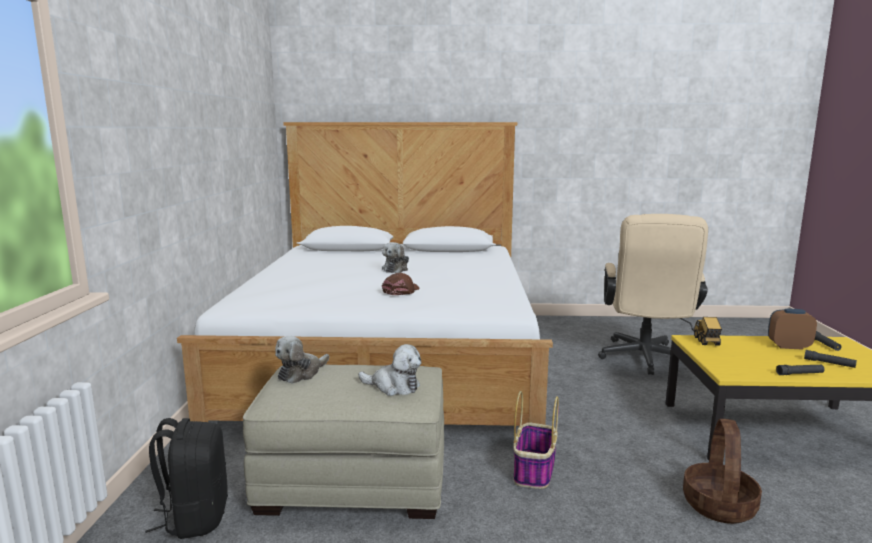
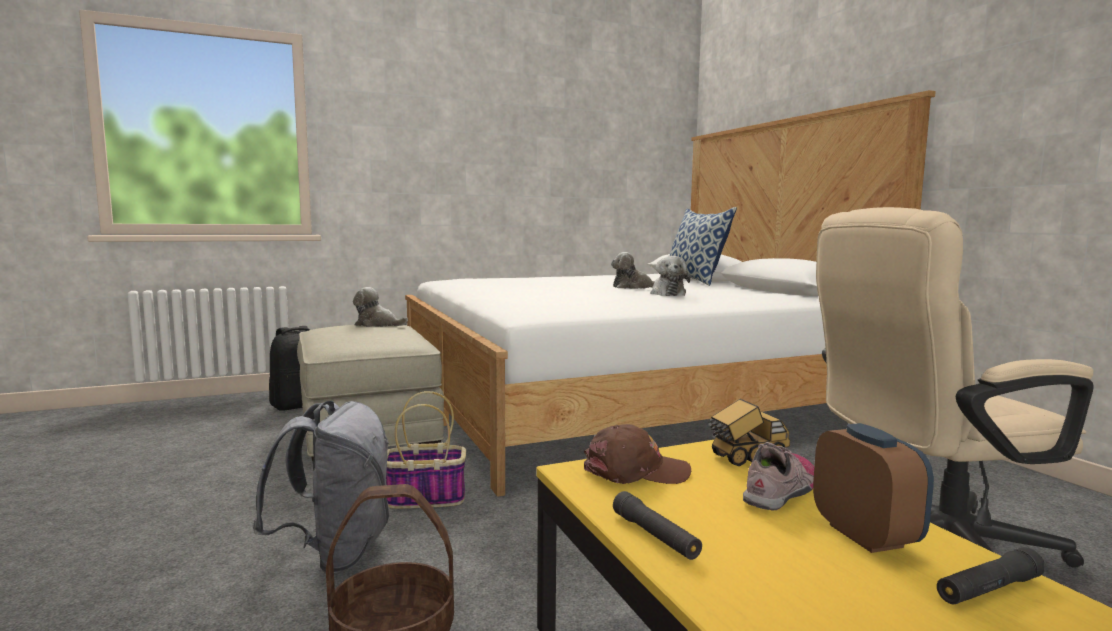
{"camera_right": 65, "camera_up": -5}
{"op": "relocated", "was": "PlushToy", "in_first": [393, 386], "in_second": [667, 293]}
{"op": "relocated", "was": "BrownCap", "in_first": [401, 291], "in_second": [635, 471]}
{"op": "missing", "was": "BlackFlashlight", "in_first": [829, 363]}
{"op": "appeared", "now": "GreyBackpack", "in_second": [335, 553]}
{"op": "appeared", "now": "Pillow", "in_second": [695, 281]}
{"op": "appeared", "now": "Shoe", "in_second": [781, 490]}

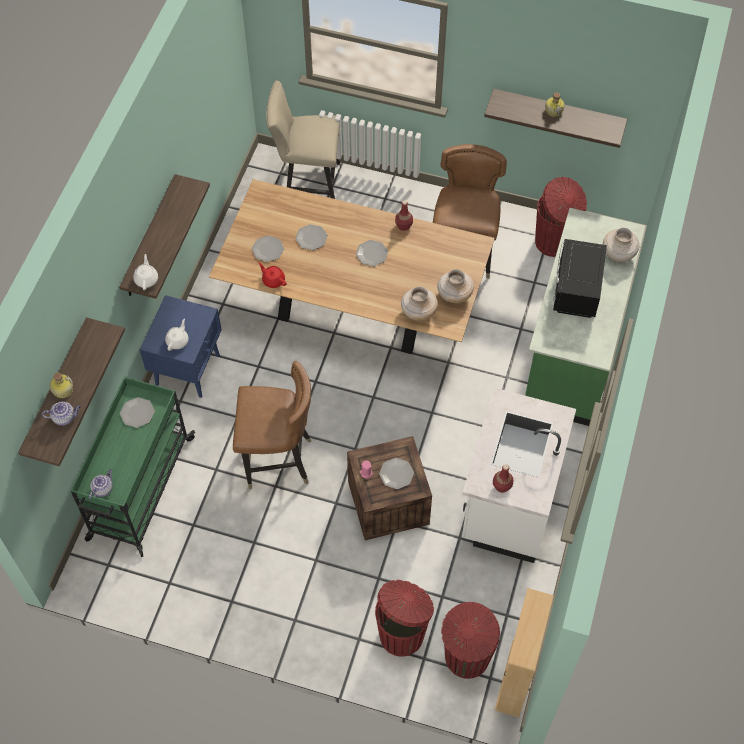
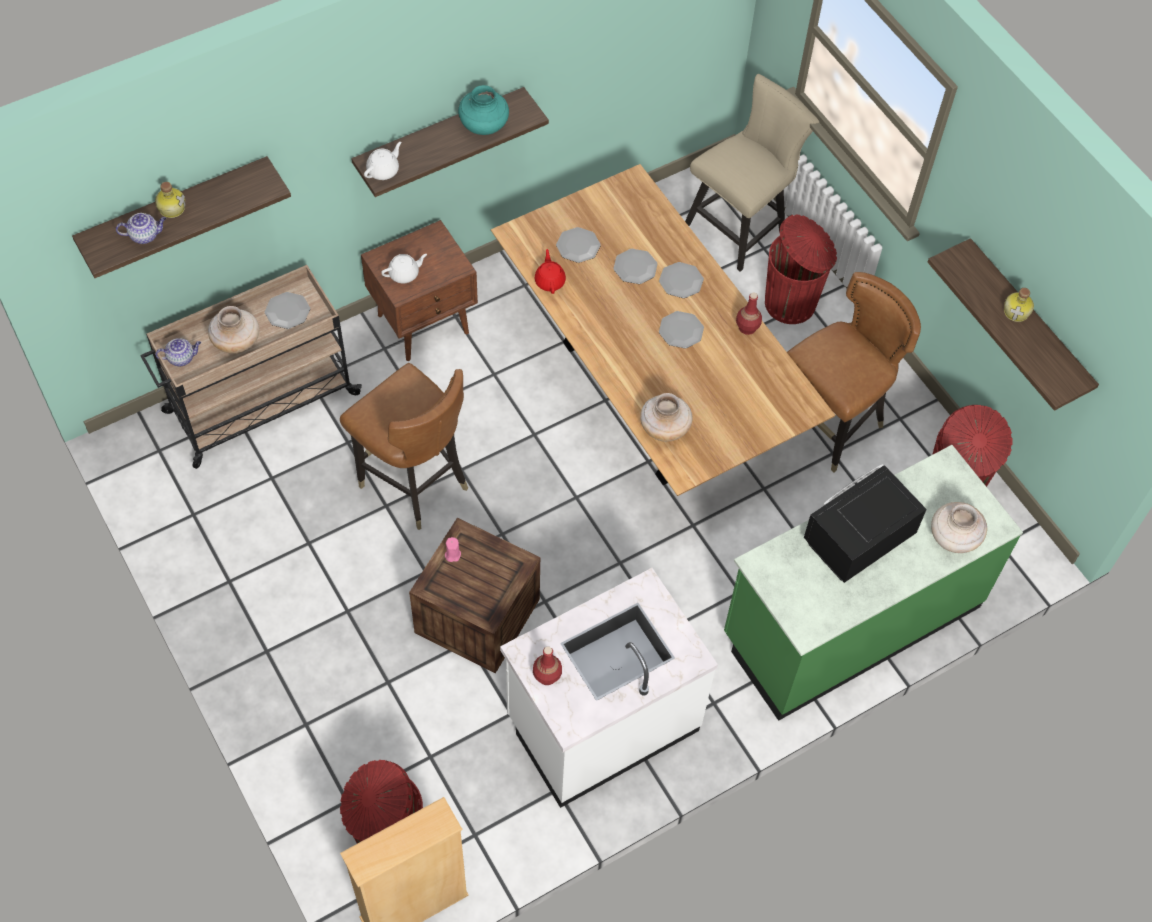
{"camera_right": 40, "camera_up": 0}
{"op": "spun", "was": "Teapot", "in_first": [64, 417], "in_second": [145, 235], "clockwise": -45}
{"op": "colour", "was": "GreenCart", "now": "BeigeCart", "in_first": [140, 489], "in_second": [259, 404]}
{"op": "colour", "was": "BlueNightstand", "now": "BrownNightstand", "in_first": [188, 369], "in_second": [425, 323]}
{"op": "spun", "was": "BeigeChair", "in_first": [307, 182], "in_second": [741, 226], "clockwise": 90}
{"op": "relocated", "was": "RedTrashCan", "in_first": [402, 634], "in_second": [792, 303]}
{"op": "relocated", "was": "Plate", "in_first": [396, 474], "in_second": [681, 281]}
{"op": "relocated", "was": "BeigeVase", "in_first": [454, 295], "in_second": [237, 342]}
{"op": "appeared", "now": "TurquoiseVase", "in_second": [484, 126]}

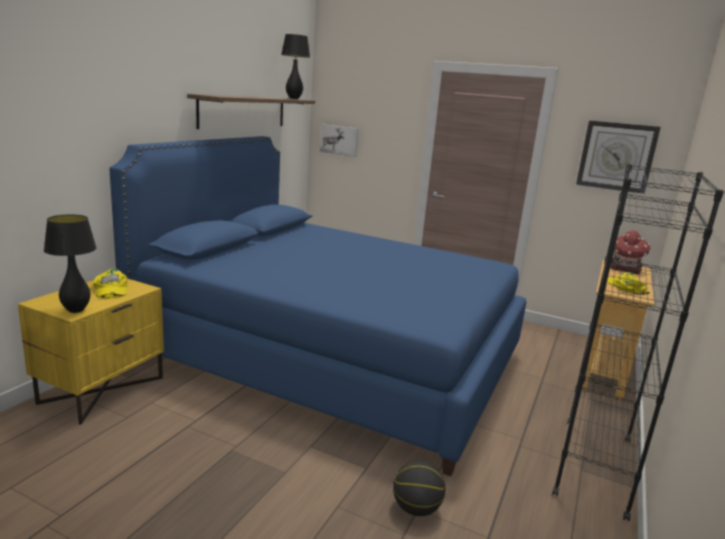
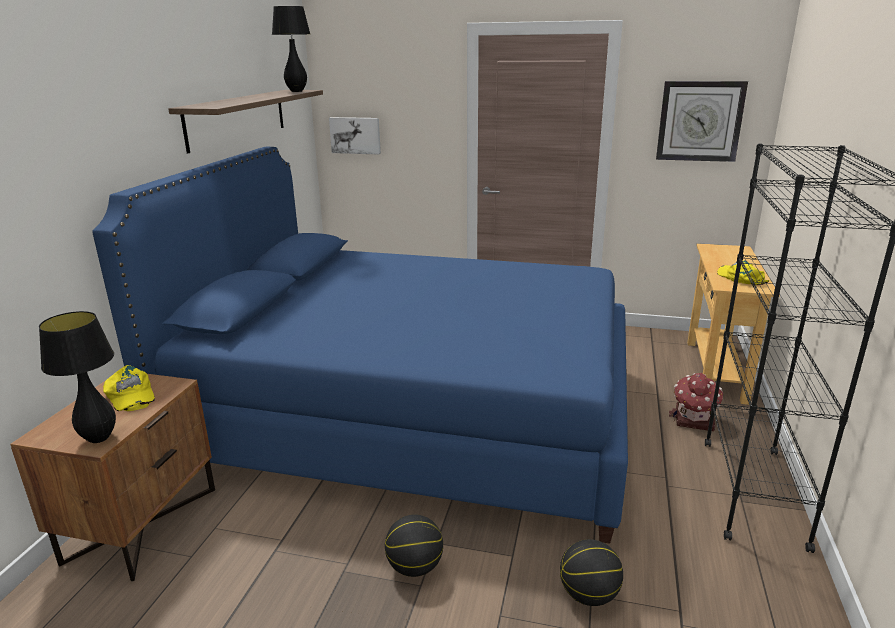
{"camera_right": -10, "camera_up": 5}
{"op": "colour", "was": "YellowNightstand", "now": "BrownNightstand", "in_first": [102, 389], "in_second": [141, 524]}
{"op": "relocated", "was": "ToyHouse", "in_first": [625, 268], "in_second": [694, 419]}
{"op": "appeared", "now": "Basketball", "in_second": [414, 567]}

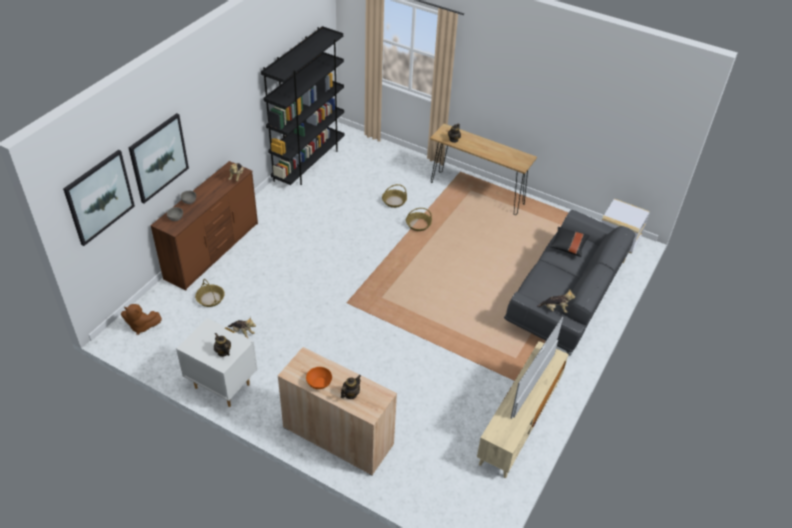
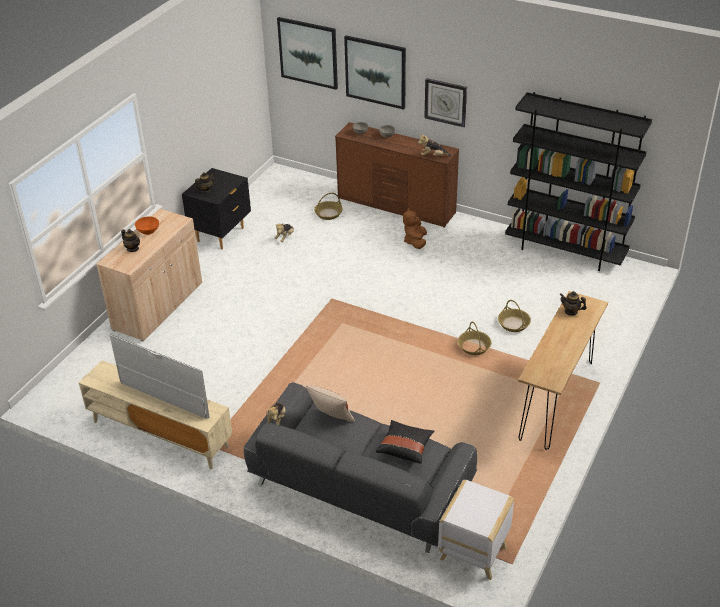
{"camera_right": 90, "camera_up": -5}
{"op": "relocated", "was": "BrownPlushToy", "in_first": [141, 326], "in_second": [415, 242]}
{"op": "colour", "was": "WhiteNightstand", "now": "BlackNightstand", "in_first": [222, 385], "in_second": [221, 235]}
{"op": "appeared", "now": "BeigePillow", "in_second": [331, 419]}
{"op": "appeared", "now": "WallClock", "in_second": [445, 102]}

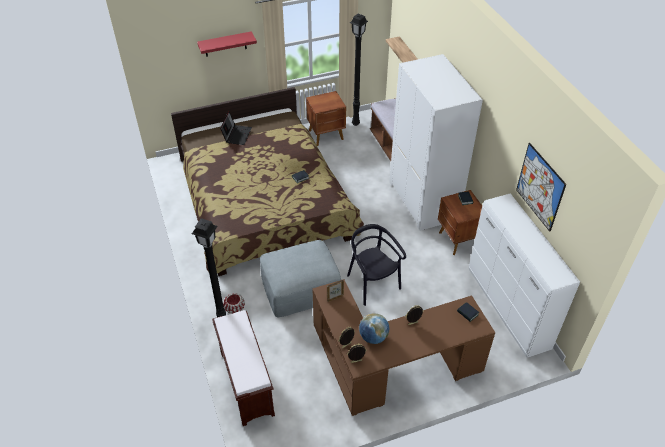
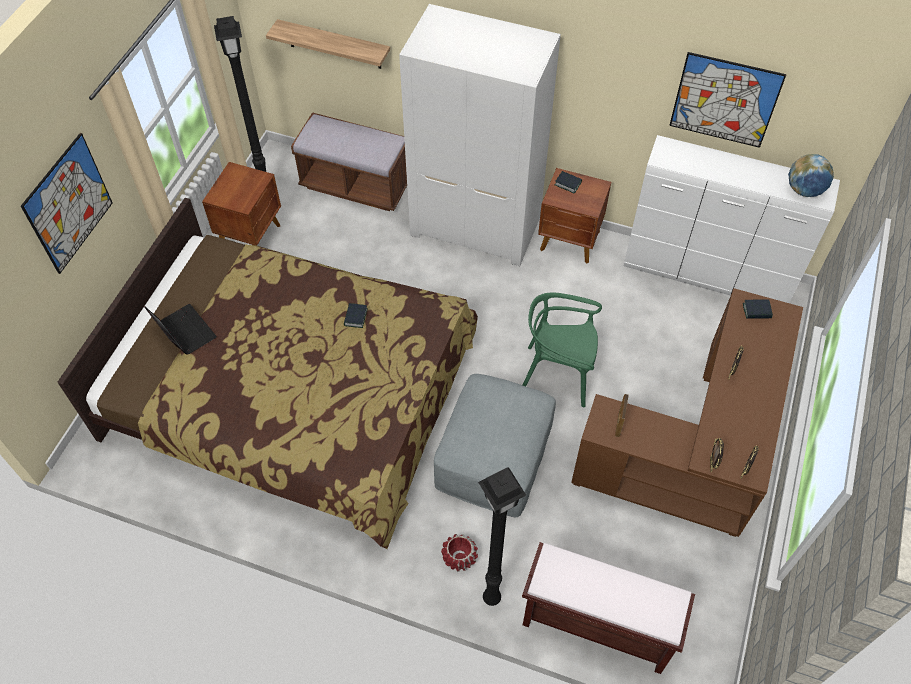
{"camera_right": -50, "camera_up": 10}
{"op": "exchanged", "was": "RedShelf", "now": "Picture", "in_first": [225, 44], "in_second": [69, 204]}
{"op": "colour", "was": "BlackChair", "now": "GreenChair", "in_first": [372, 283], "in_second": [558, 374]}
{"op": "relocated", "was": "Globe", "in_first": [373, 337], "in_second": [804, 190]}

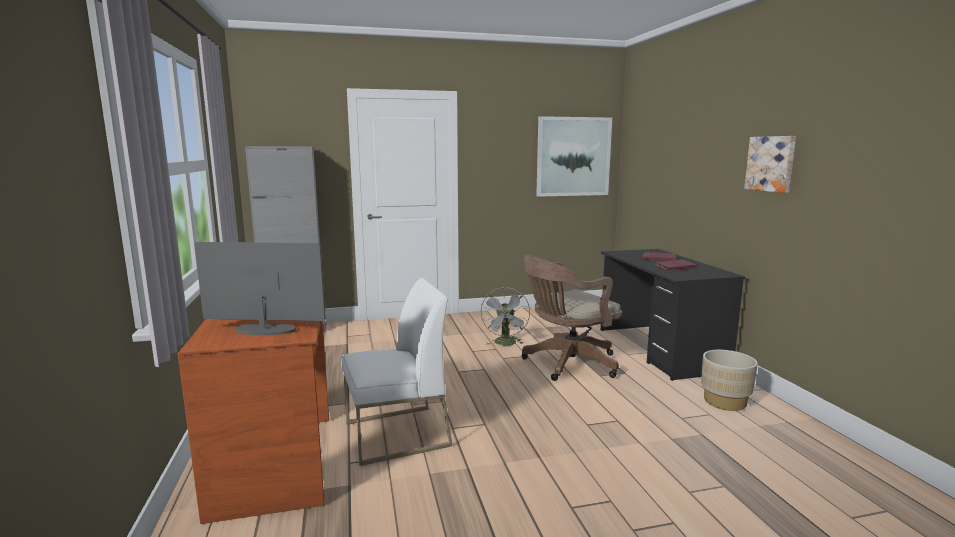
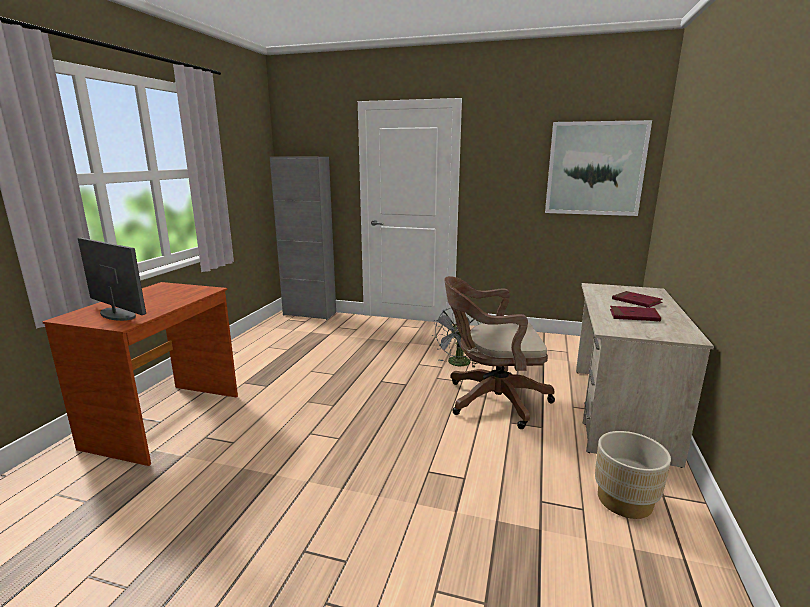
{"camera_right": 30, "camera_up": 5}
{"op": "missing", "was": "WhiteChair", "in_first": [396, 435]}
{"op": "colour", "was": "BlackDesk", "now": "BeigeDesk", "in_first": [659, 350], "in_second": [619, 411]}
{"op": "missing", "was": "Picture", "in_first": [771, 164]}

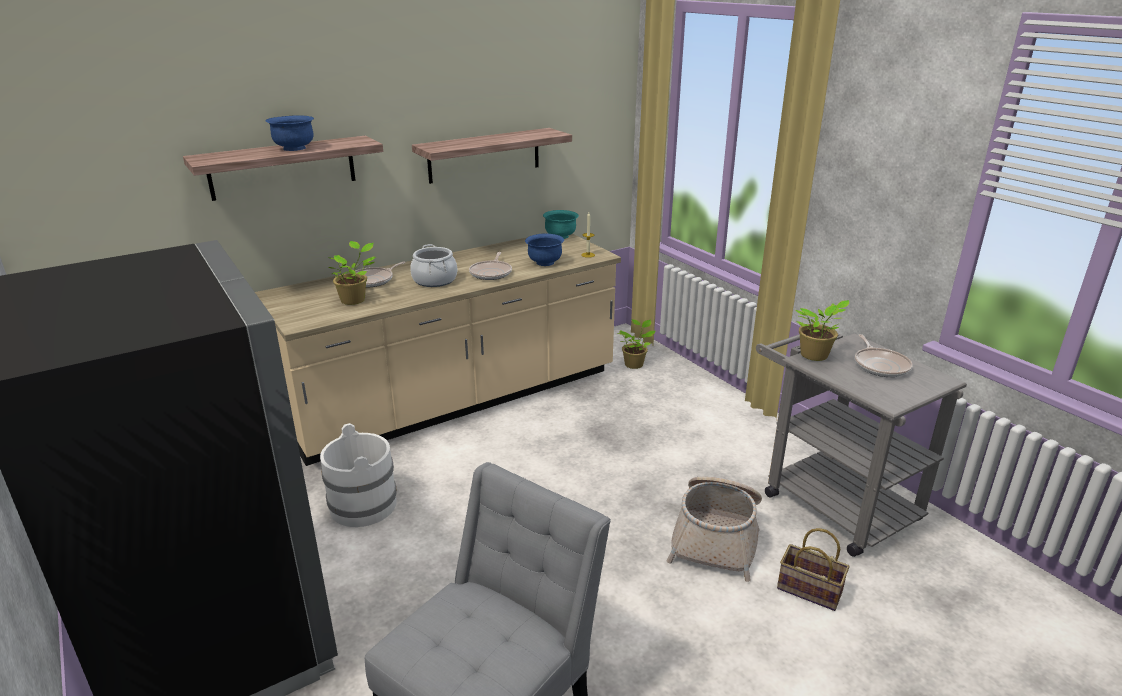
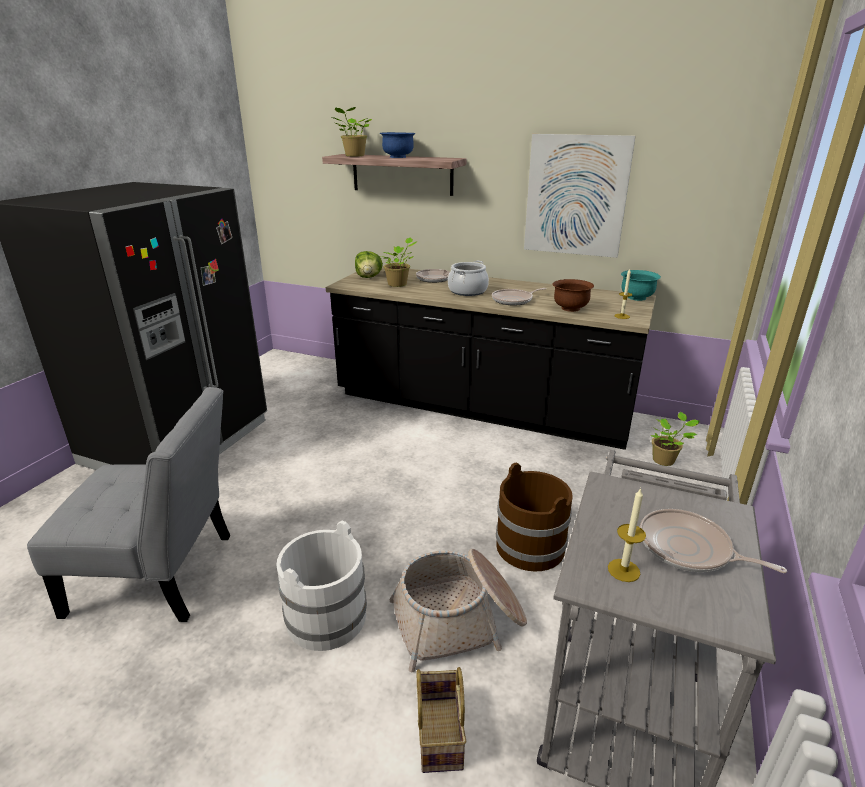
{"camera_right": 55, "camera_up": 0}
{"op": "colour", "was": "BeigeCounter", "now": "BlackCounter", "in_first": [457, 400], "in_second": [482, 407]}
{"op": "relocated", "was": "WhiteBucket", "in_first": [363, 505], "in_second": [326, 618]}
{"op": "exchanged", "was": "Shelf", "now": "Picture", "in_first": [484, 155], "in_second": [576, 196]}
{"op": "colour", "was": "BlueBowl", "now": "BrownBowl", "in_first": [544, 263], "in_second": [570, 308]}
{"op": "relocated", "was": "PottedPlant", "in_first": [815, 356], "in_second": [354, 156]}
{"op": "spun", "was": "FryingPan", "in_first": [880, 365], "in_second": [689, 549], "clockwise": 75}
{"op": "appeared", "now": "Lettuce", "in_second": [369, 277]}
{"op": "appeared", "now": "BrownBucket", "in_second": [530, 546]}
{"op": "appeared", "now": "Candle", "in_second": [623, 570]}

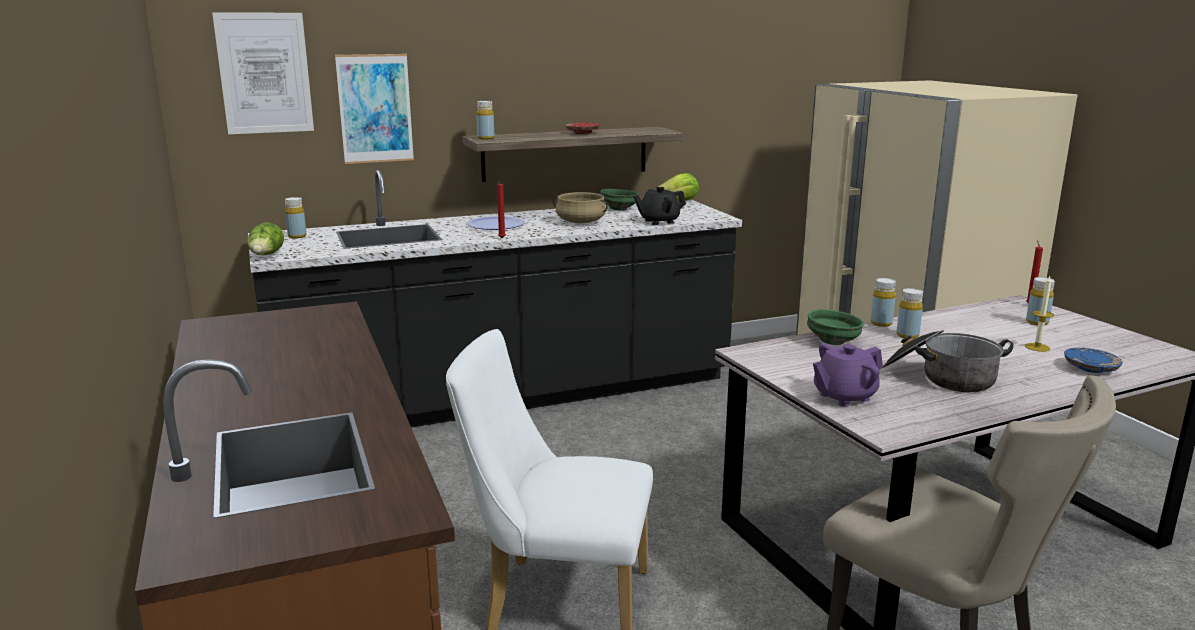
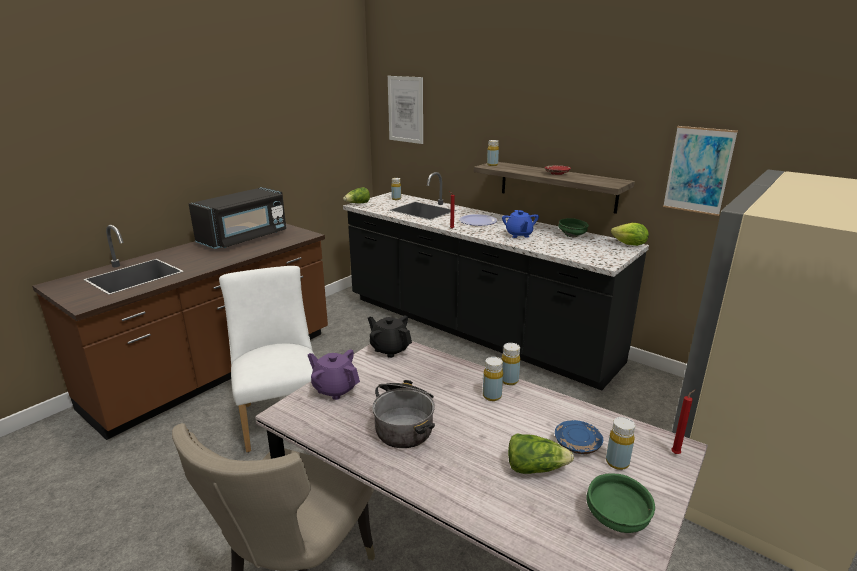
{"camera_right": 60, "camera_up": 5}
{"op": "relocated", "was": "Picture", "in_first": [375, 109], "in_second": [698, 170]}
{"op": "exchanged", "was": "BeigeCookingPot", "now": "BlueTeapot", "in_first": [580, 222], "in_second": [519, 235]}
{"op": "relocated", "was": "BlackTeapot", "in_first": [659, 221], "in_second": [390, 349]}
{"op": "relocated", "was": "GreenBowl", "in_first": [834, 341], "in_second": [617, 520]}
{"op": "exchanged", "was": "Candle", "now": "Lettuce", "in_first": [1037, 347], "in_second": [535, 468]}
{"op": "relocated", "was": "BluePlate", "in_first": [1090, 368], "in_second": [577, 444]}
{"op": "appeared", "now": "BlackMicrowave", "in_second": [244, 238]}

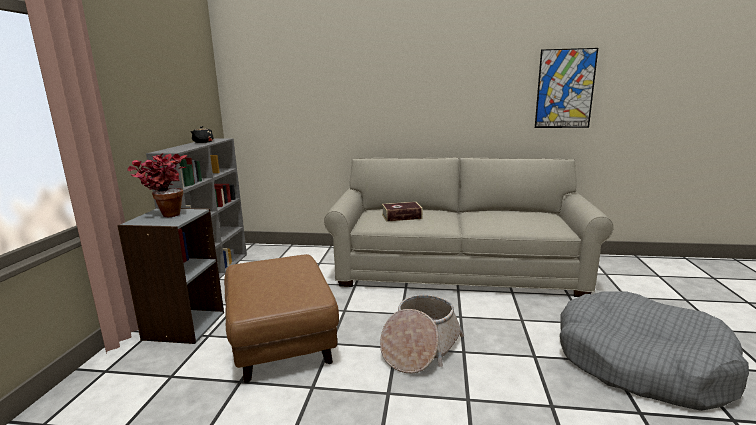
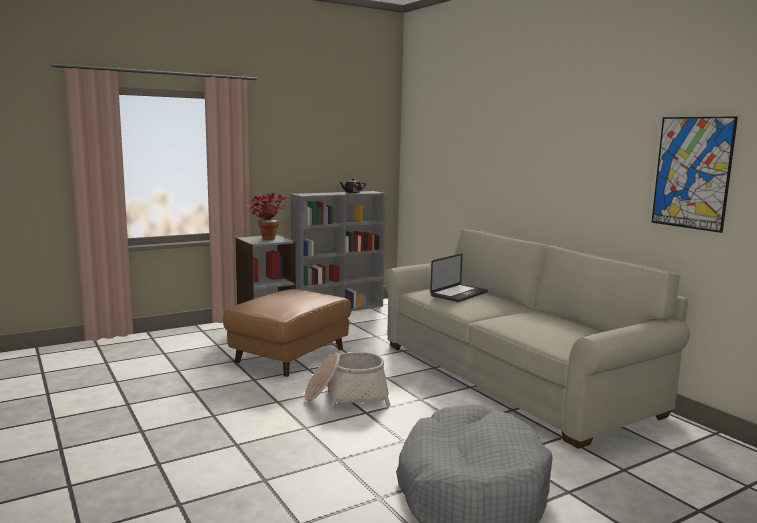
{"camera_right": 50, "camera_up": -5}
{"op": "exchanged", "was": "Book", "now": "Laptop", "in_first": [401, 216], "in_second": [459, 294]}

